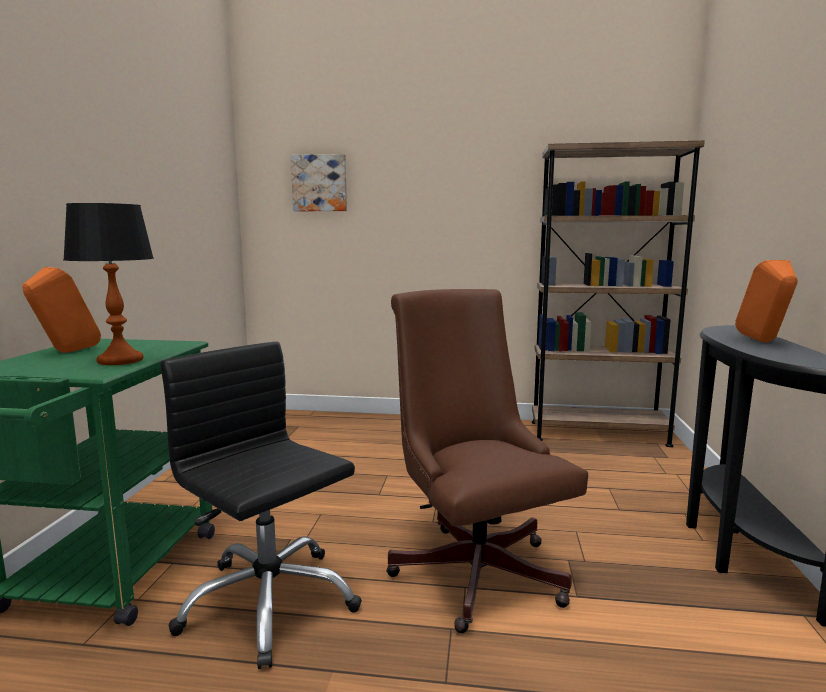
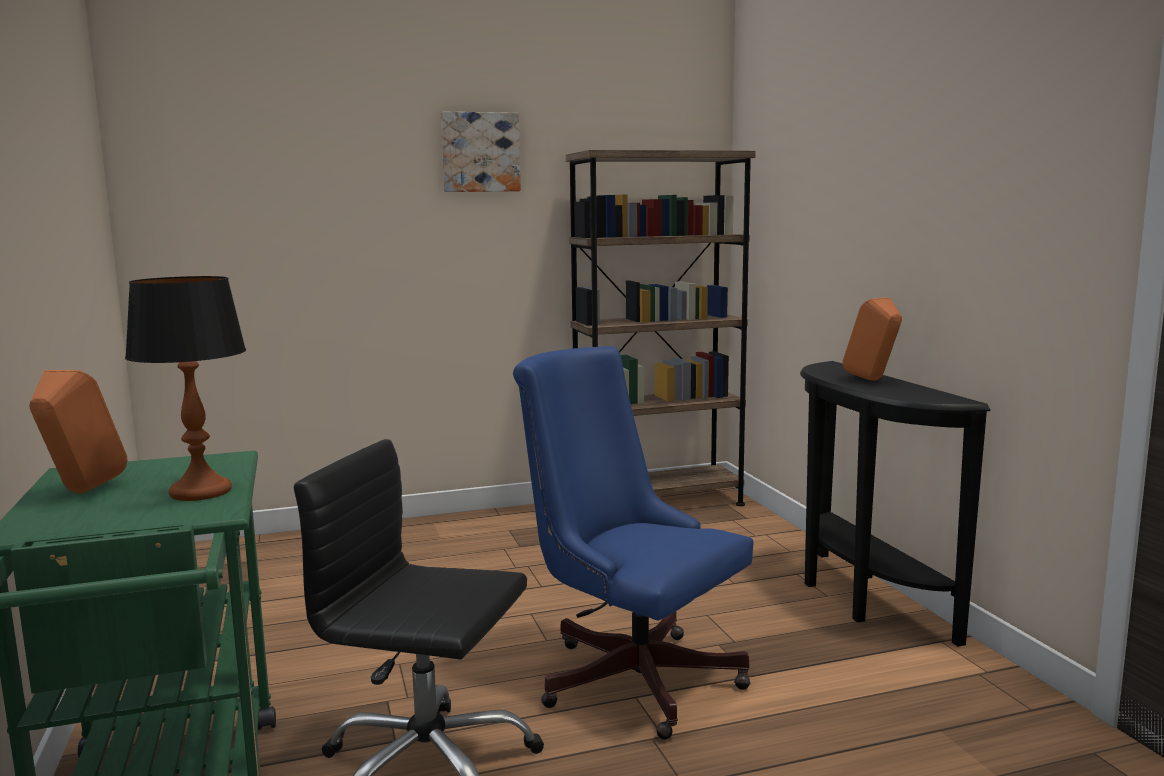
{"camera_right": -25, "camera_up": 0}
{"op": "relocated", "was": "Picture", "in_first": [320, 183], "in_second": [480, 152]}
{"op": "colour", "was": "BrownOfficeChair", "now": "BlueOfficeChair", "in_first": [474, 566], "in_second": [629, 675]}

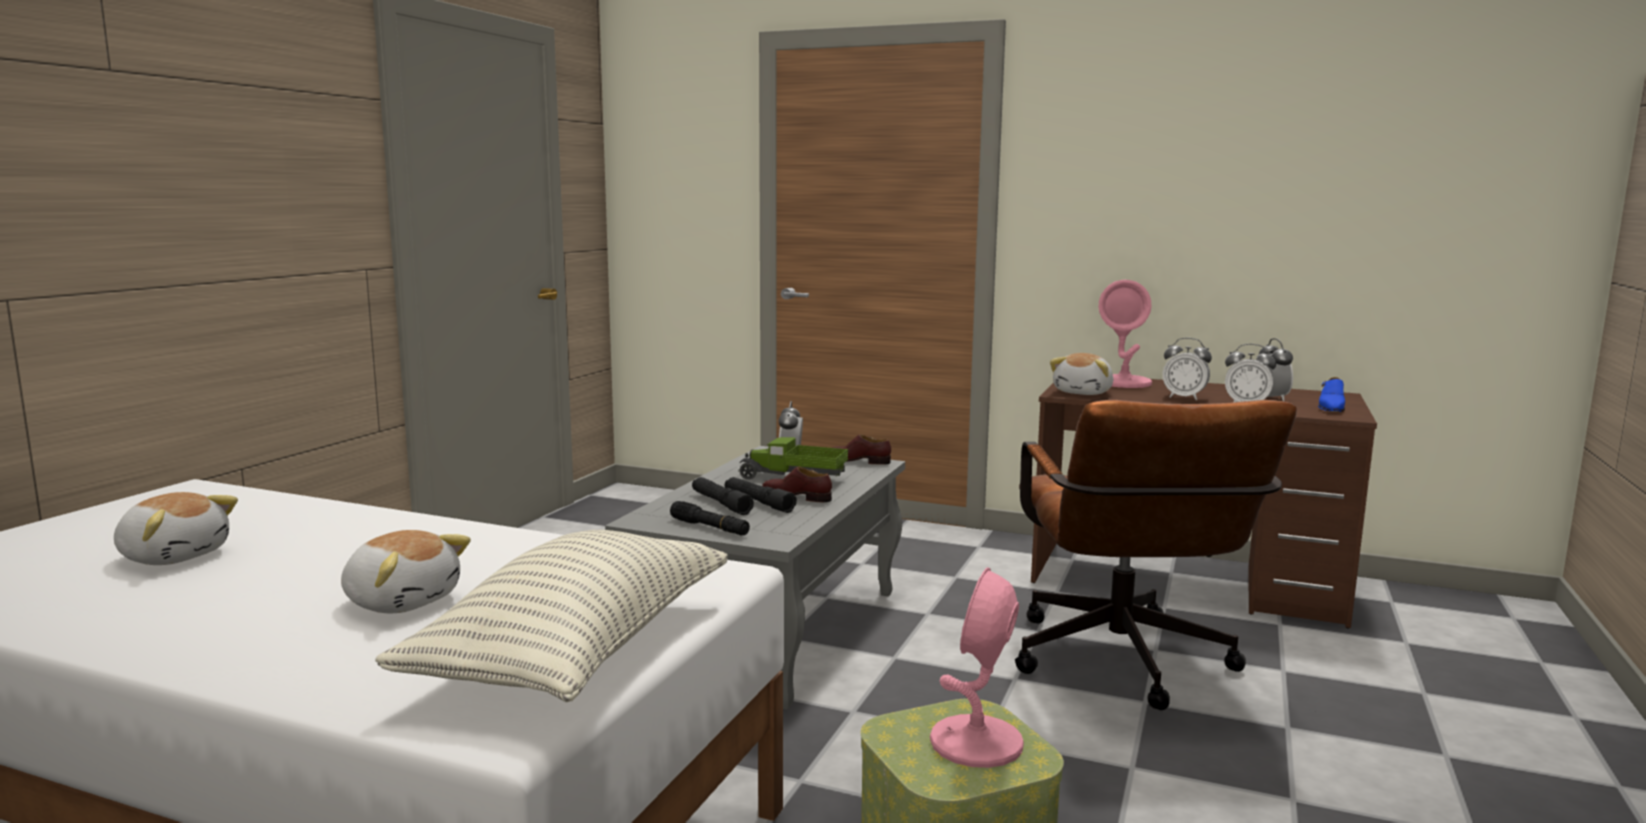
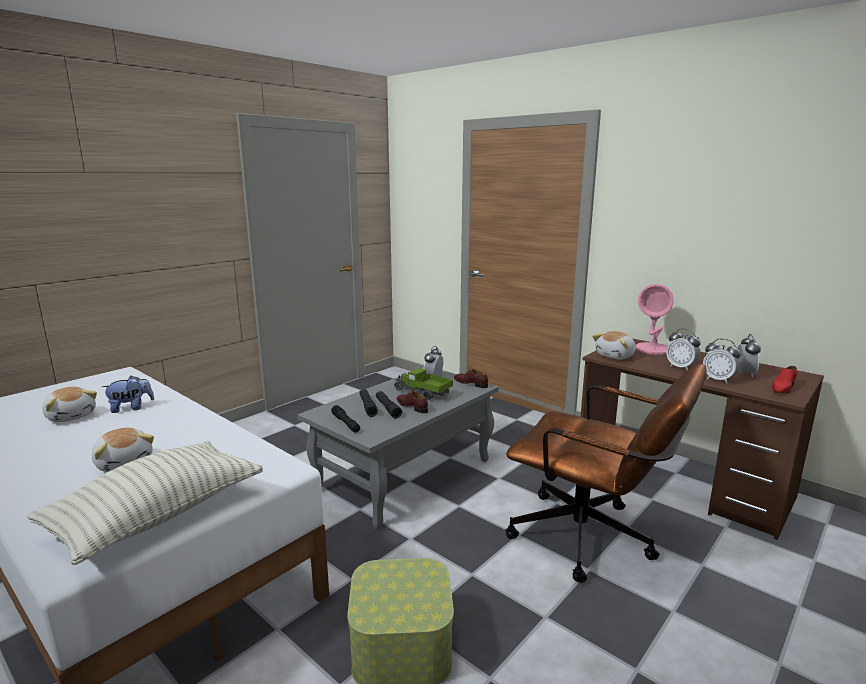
{"camera_right": 20, "camera_up": 5}
{"op": "missing", "was": "PinkTableLamp", "in_first": [976, 743]}
{"op": "spun", "was": "BrownOfficeChair", "in_first": [1124, 667], "in_second": [593, 540], "clockwise": -75}
{"op": "colour", "was": "BlueShoe", "now": "RedShoe", "in_first": [1330, 408], "in_second": [782, 388]}
{"op": "appeared", "now": "PlushToy", "in_second": [131, 408]}

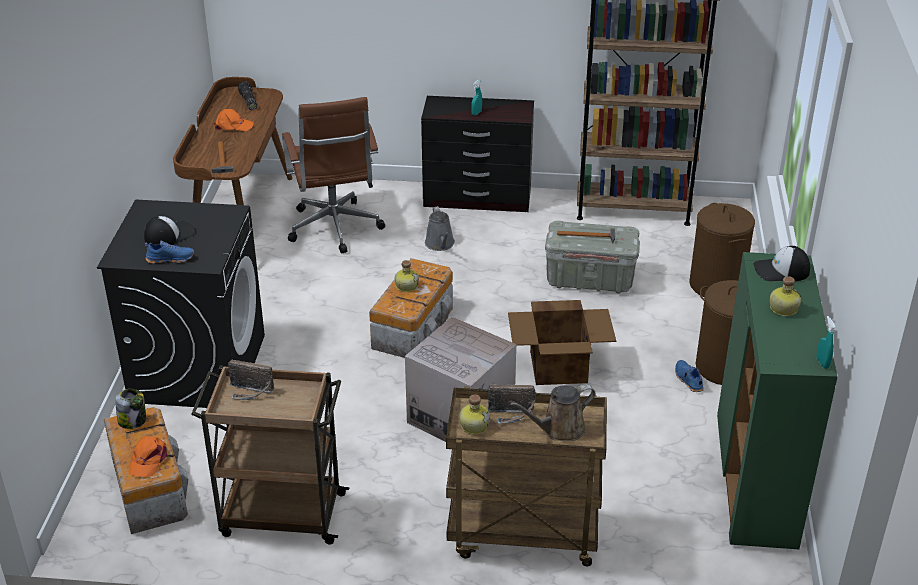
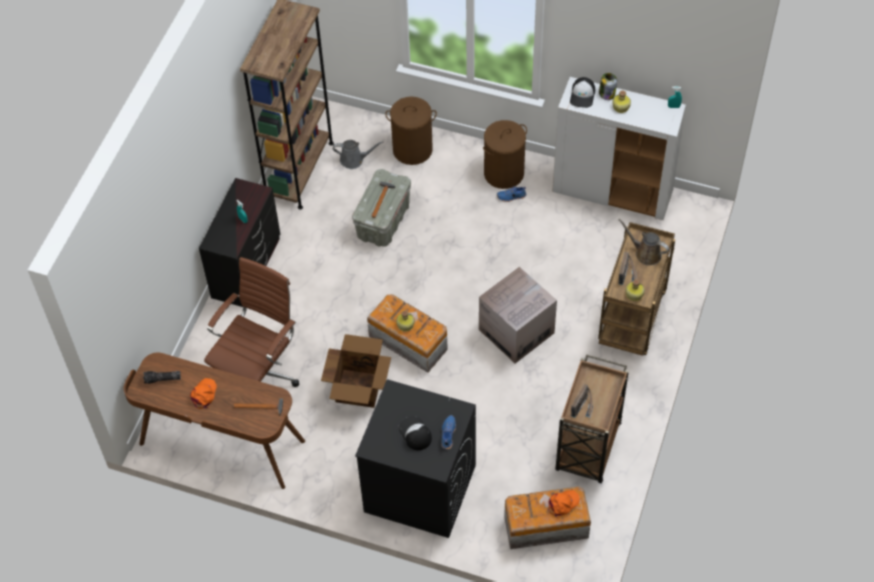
{"camera_right": -75, "camera_up": 20}
{"op": "relocated", "was": "Jar", "in_first": [133, 421], "in_second": [606, 93]}
{"op": "spun", "was": "OrangeCap", "in_first": [148, 460], "in_second": [563, 504], "clockwise": -60}
{"op": "spun", "was": "BrownOfficeChair", "in_first": [335, 230], "in_second": [259, 375], "clockwise": -60}
{"op": "relocated", "was": "GreyWateringCan", "in_first": [440, 244], "in_second": [354, 160]}
{"op": "relocated", "was": "CardboardBox", "in_first": [559, 367], "in_second": [359, 387]}
{"op": "spun", "was": "BrownWateringCan", "in_first": [559, 429], "in_second": [645, 253], "clockwise": 135}
{"op": "colour", "was": "GreenCabinet", "now": "WhiteCabinet", "in_first": [756, 482], "in_second": [613, 192]}

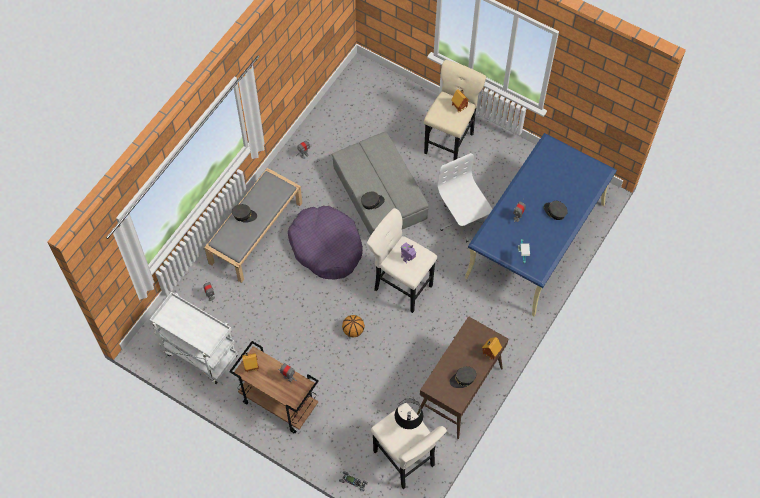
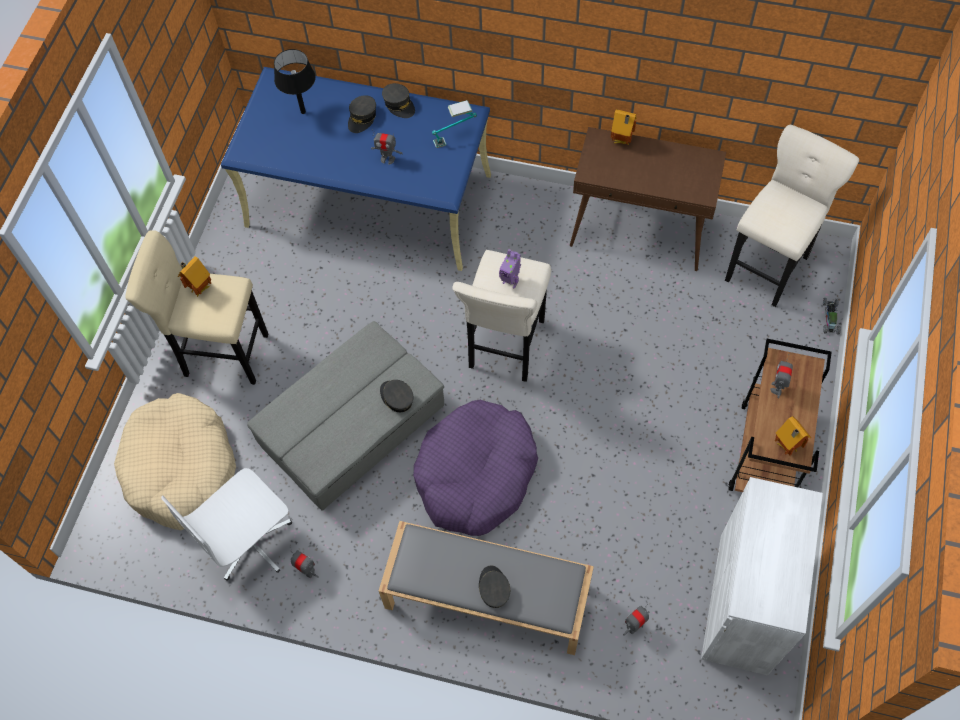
{"camera_right": -105, "camera_up": 0}
{"op": "exchanged", "was": "WhiteCart", "now": "WhiteCabinet", "in_first": [199, 354], "in_second": [743, 603]}
{"op": "missing", "was": "Basketball", "in_first": [353, 330]}
{"op": "relocated", "was": "BlackTableLamp", "in_first": [408, 427], "in_second": [303, 112]}
{"op": "relocated", "was": "WhiteOfficeChair", "in_first": [462, 221], "in_second": [251, 542]}
{"op": "relocated", "was": "GreyCap", "in_first": [463, 379], "in_second": [399, 105]}
{"op": "appeared", "now": "BeigeDogBed", "in_second": [181, 469]}

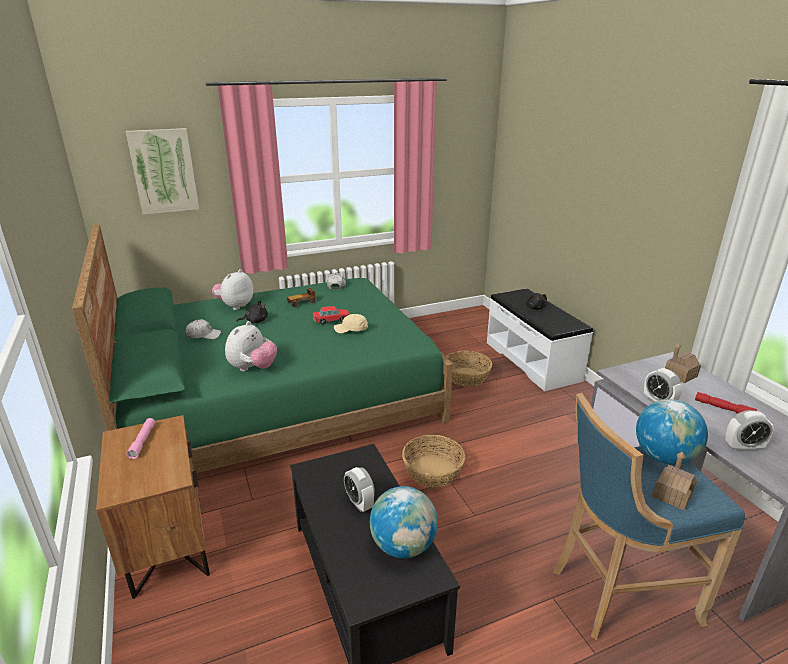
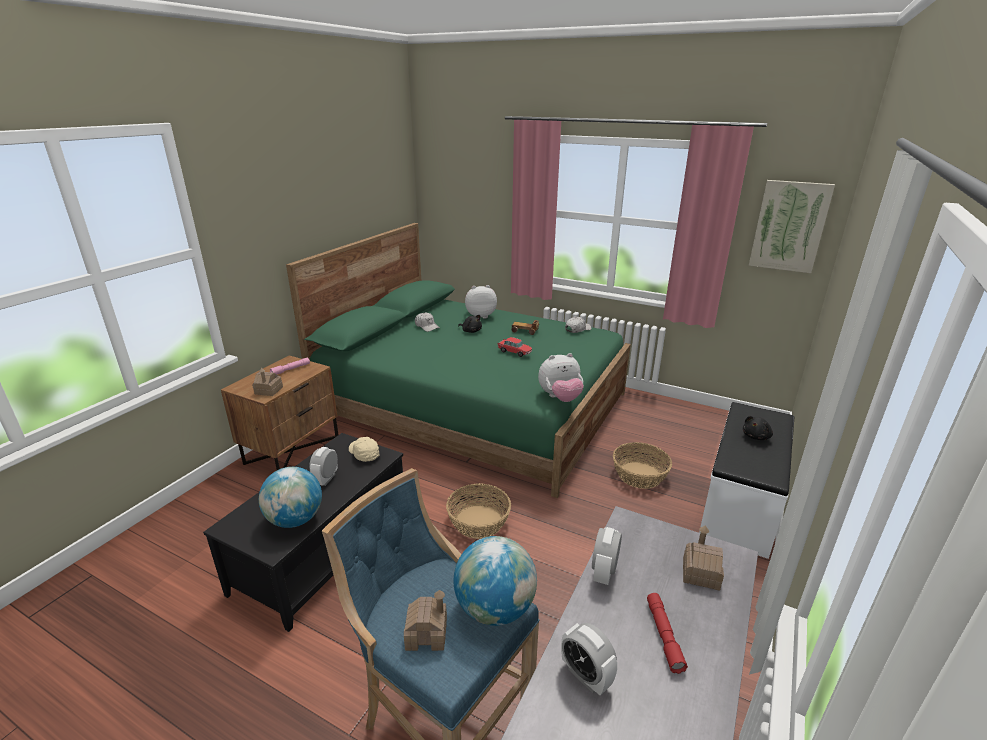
{"camera_right": 50, "camera_up": 0}
{"op": "relocated", "was": "Picture", "in_first": [164, 171], "in_second": [789, 226]}
{"op": "relocated", "was": "PlushToy", "in_first": [253, 368], "in_second": [560, 398]}
{"op": "relocated", "was": "BeigeCap", "in_first": [351, 329], "in_second": [364, 454]}
{"op": "appeared", "now": "ToyHouse", "in_second": [268, 390]}

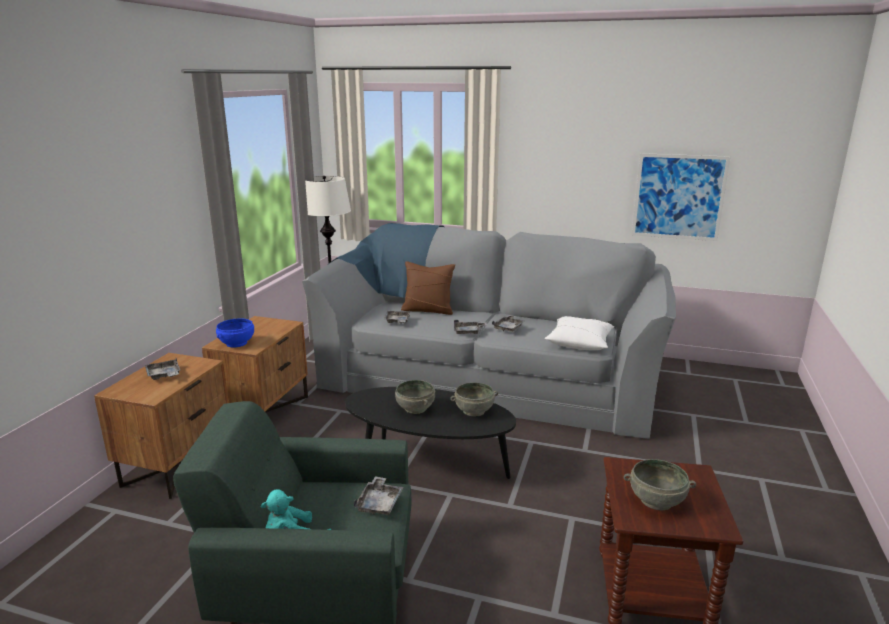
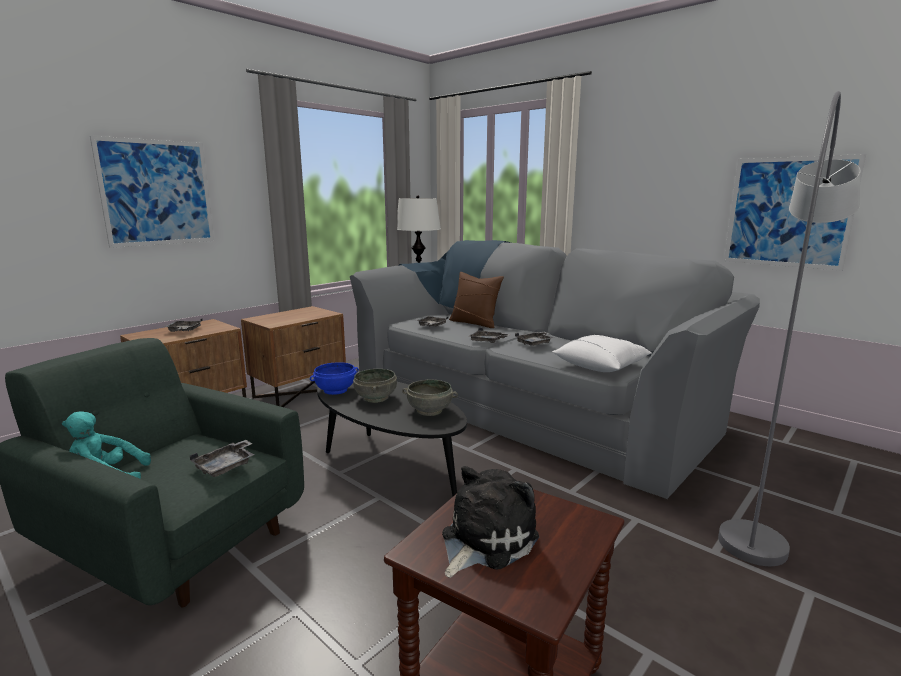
{"camera_right": 25, "camera_up": -5}
{"op": "relocated", "was": "BlueBowl", "in_first": [237, 343], "in_second": [336, 390]}
{"op": "exchanged", "was": "GreyBowl", "now": "PlushToy", "in_first": [656, 501], "in_second": [484, 539]}
{"op": "appeared", "now": "Picture", "in_second": [157, 193]}
{"op": "appeared", "now": "GreyFloorLamp", "in_second": [766, 493]}

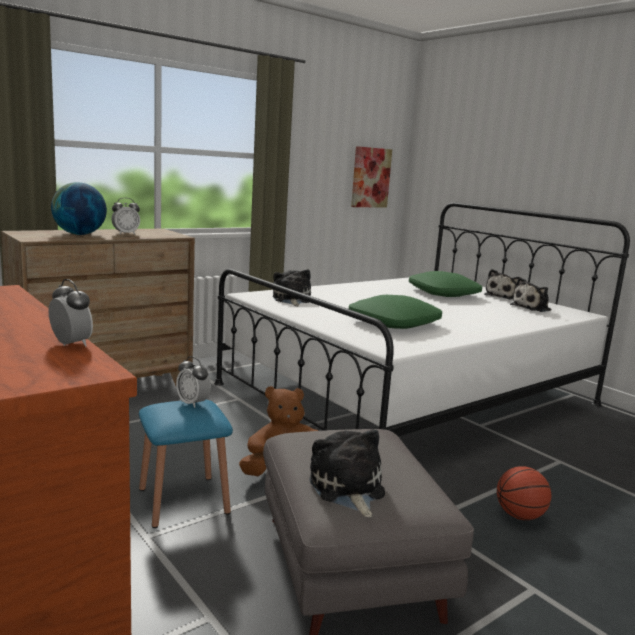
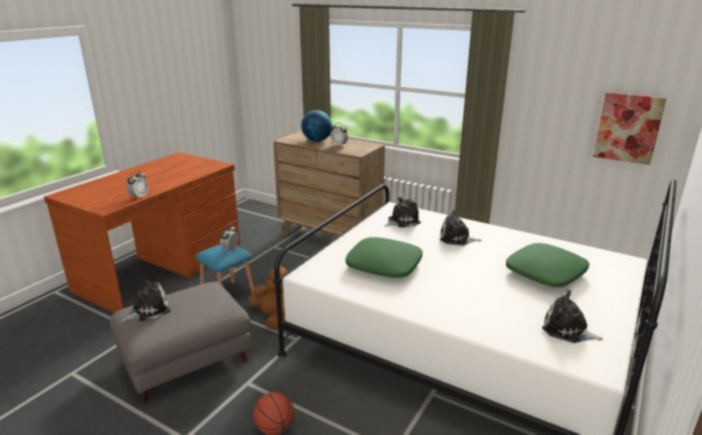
{"camera_right": 70, "camera_up": 10}
{"op": "relocated", "was": "PlushToy", "in_first": [503, 296], "in_second": [457, 239]}

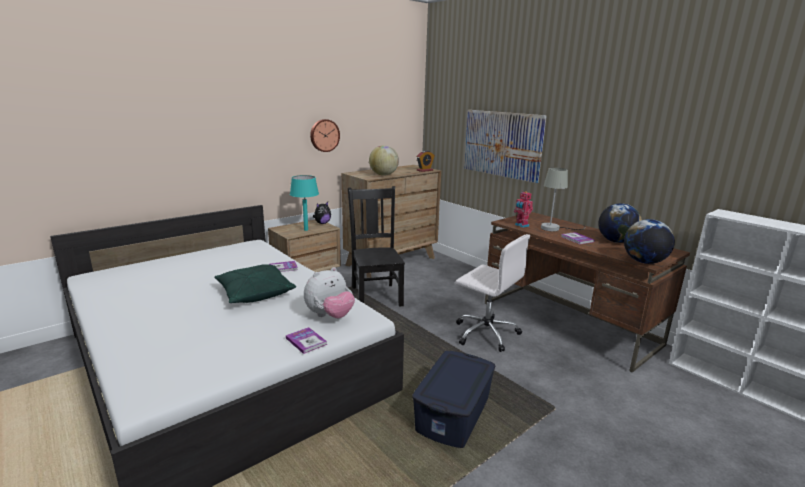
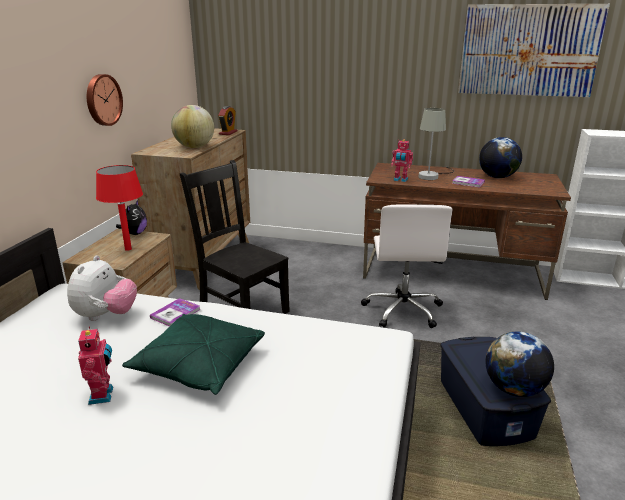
{"camera_right": -35, "camera_up": 5}
{"op": "missing", "was": "Book", "in_first": [306, 341]}
{"op": "colour", "was": "TurquoiseTableLamp", "now": "RedTableLamp", "in_first": [306, 230], "in_second": [128, 249]}
{"op": "relocated", "was": "PlushToy", "in_first": [330, 316], "in_second": [106, 316]}
{"op": "spun", "was": "WhiteOfficeChair", "in_first": [485, 333], "in_second": [403, 310], "clockwise": 90}
{"op": "relocated", "was": "Picture", "in_first": [502, 144], "in_second": [528, 50]}
{"op": "relocated", "was": "Globe", "in_first": [644, 262], "in_second": [513, 389]}
{"op": "appeared", "now": "ToyRobot", "in_second": [103, 395]}

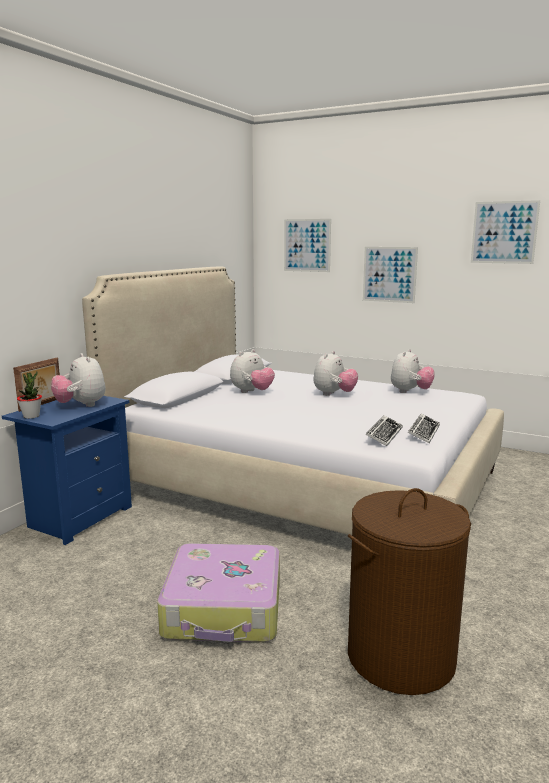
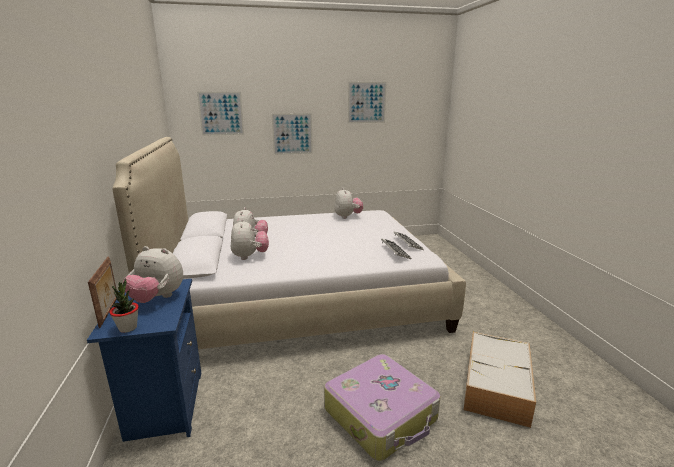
{"camera_right": -40, "camera_up": 5}
{"op": "relocated", "was": "PlushToy", "in_first": [334, 394], "in_second": [250, 256]}
{"op": "exchanged", "was": "BrownLaundryBasket", "now": "StorageBox", "in_first": [401, 657], "in_second": [497, 386]}

